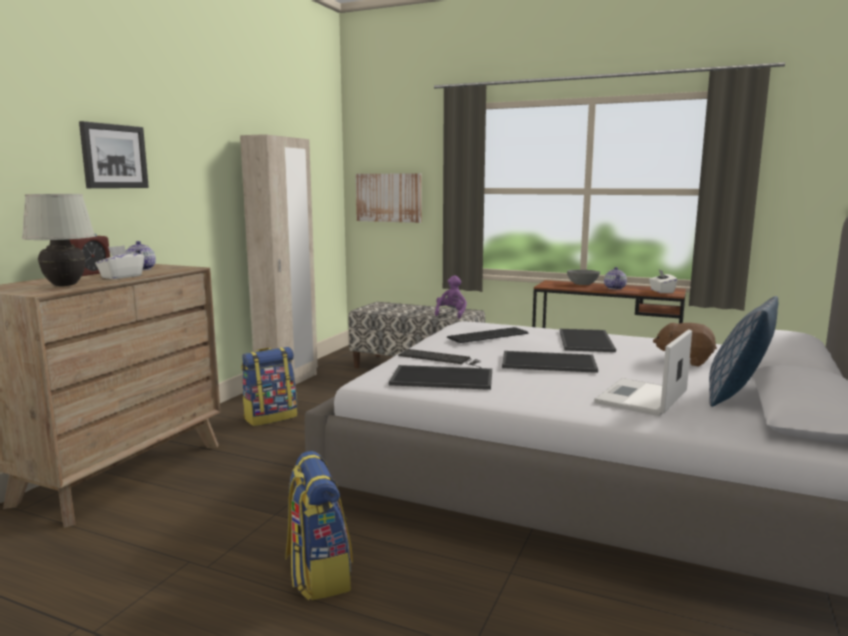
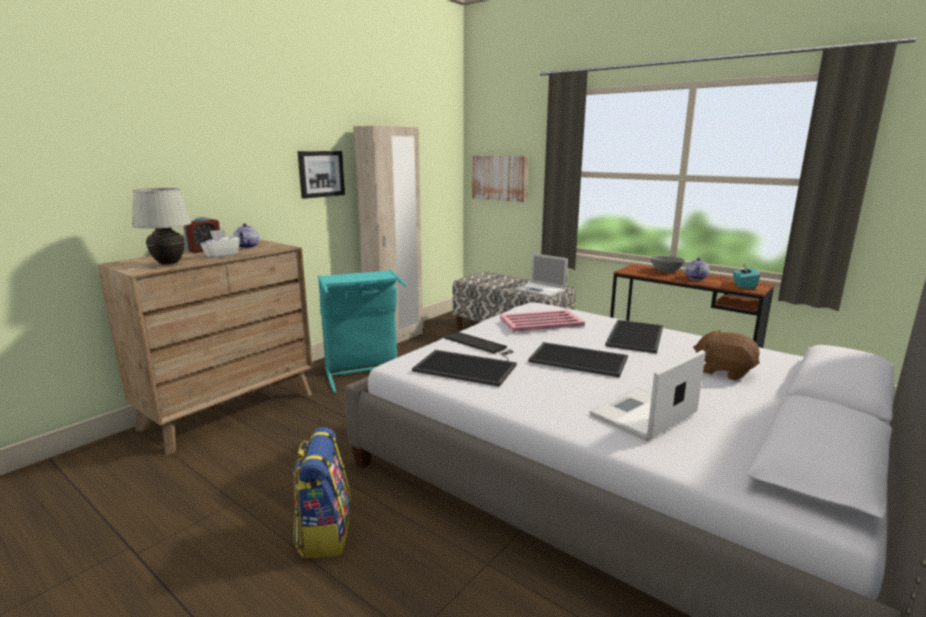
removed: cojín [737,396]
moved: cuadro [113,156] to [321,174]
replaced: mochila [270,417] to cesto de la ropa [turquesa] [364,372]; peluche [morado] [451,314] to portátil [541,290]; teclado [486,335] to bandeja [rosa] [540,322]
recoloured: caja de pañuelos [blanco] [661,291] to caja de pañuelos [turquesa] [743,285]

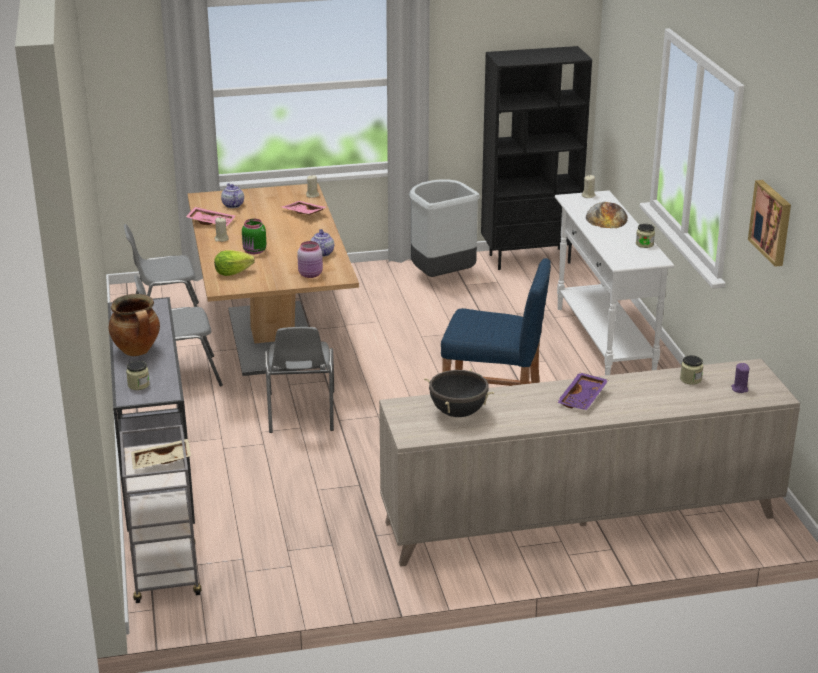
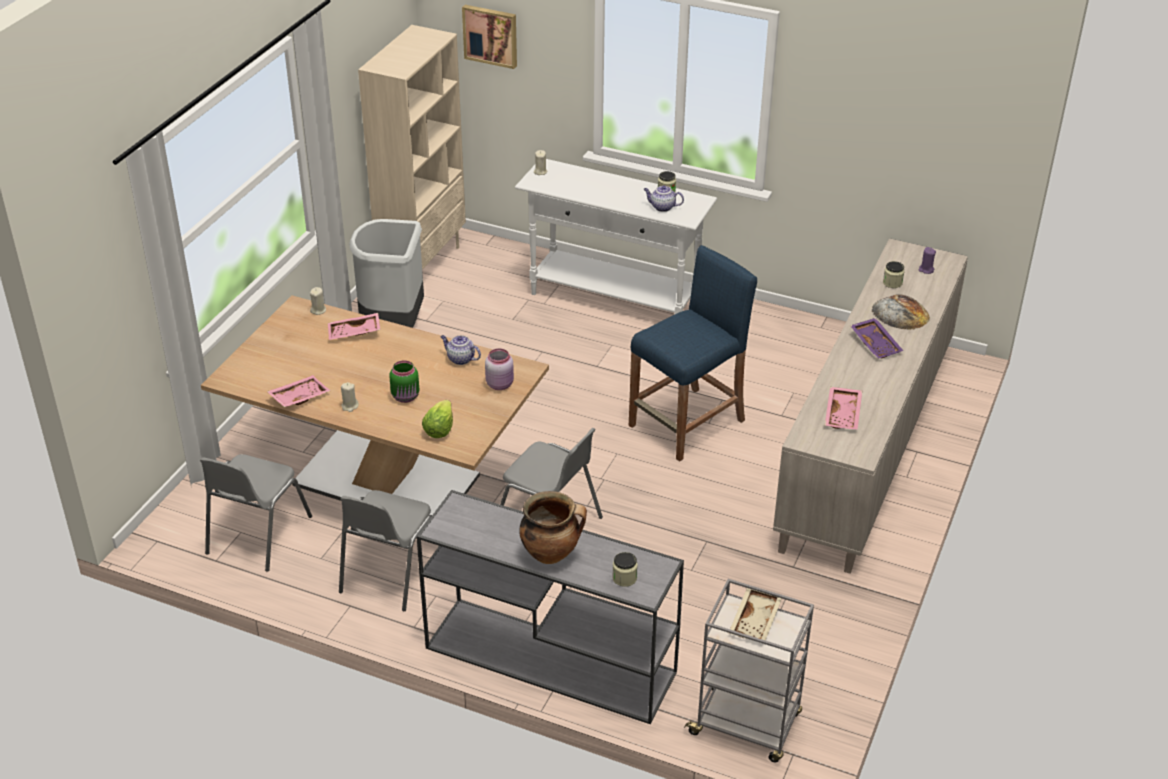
moved: tetera [232,205] to [662,207]; pan [607,218] to [900,314]; cuadro [772,222] to [491,35]
replaced: olla [negro] [458,413] to bandeja [rosa] [843,414]
recoloured: estantería [negro] [530,258] to estantería [beis] [422,263]

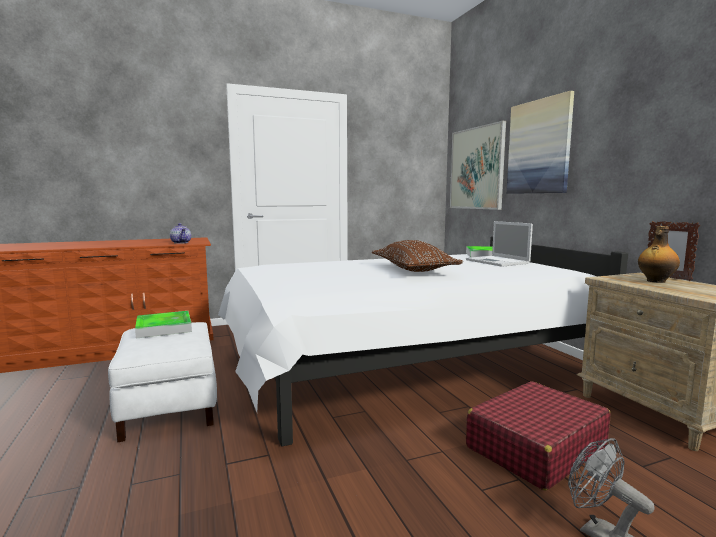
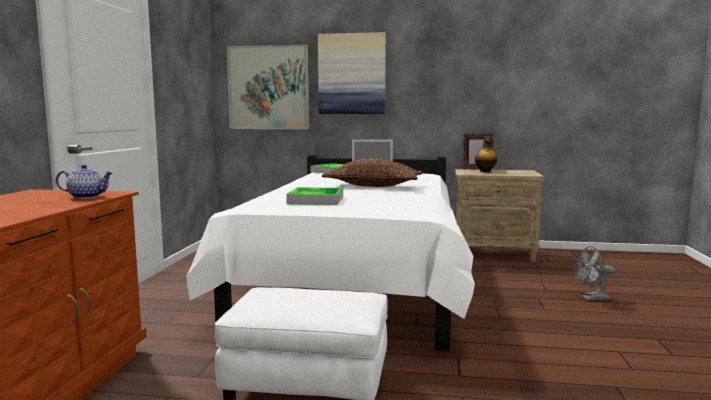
removed: maleta [rojo] [535,447]
moved: bandeja [164,328] to [316,200]

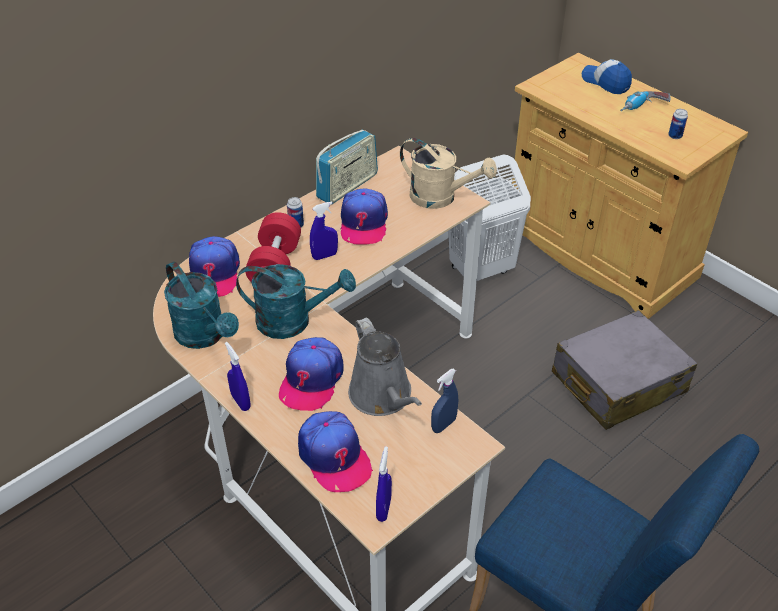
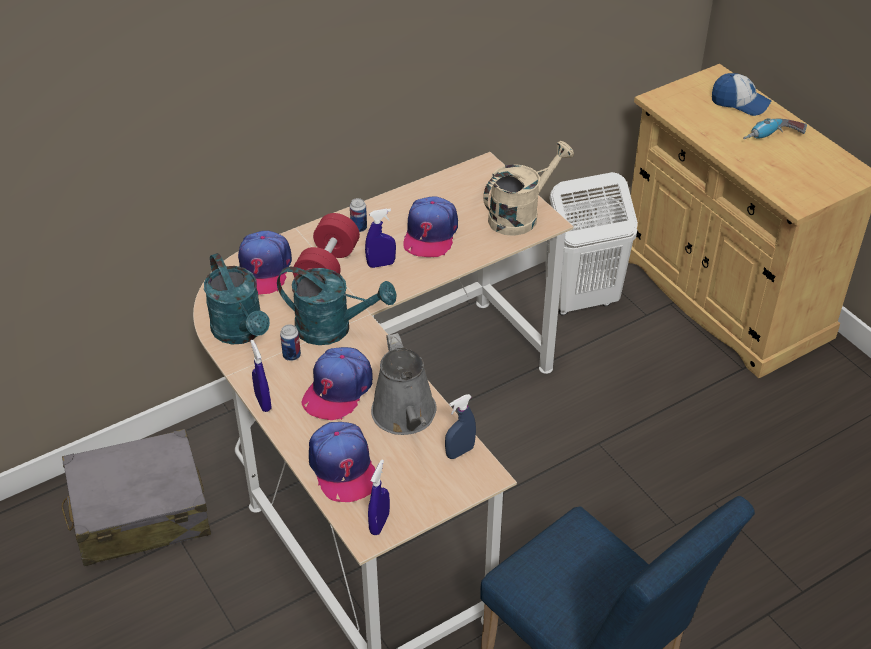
removed: radio [347,186]
moved: maleta [gris] [618,383] to [139,512]; lata [675,136] to [291,355]
turned: regadera [beis] [441,197] = [520,215] 75 degrees counterclockwise; gorra [605,82] = [740,103] 150 degrees clockwise

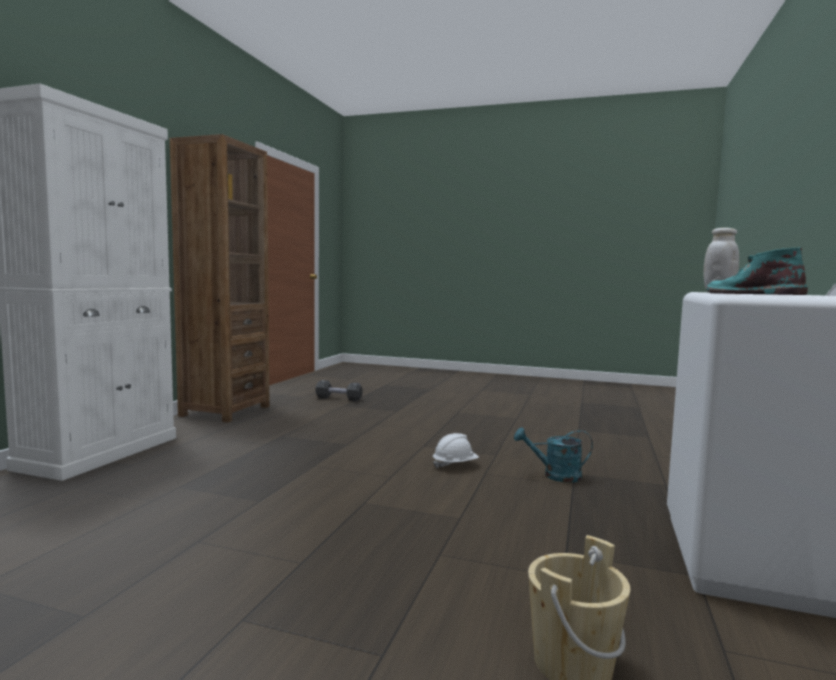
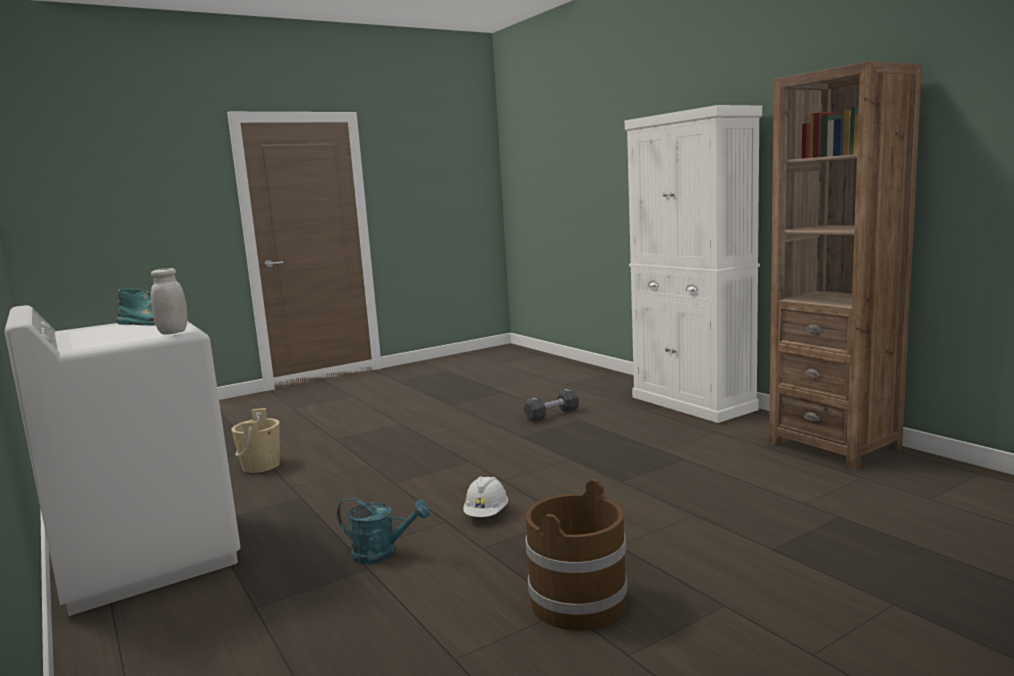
added: cubo [marrón] [578,601]
moved: mancuerna [negro] [338,398] to [552,415]
turned: regadera [turquesa] [555,476] = [382,554] 60 degrees clockwise

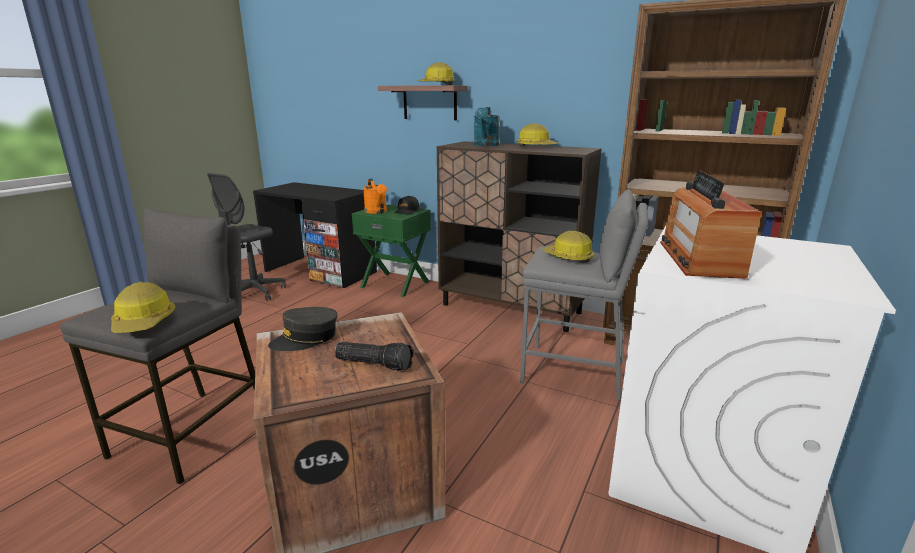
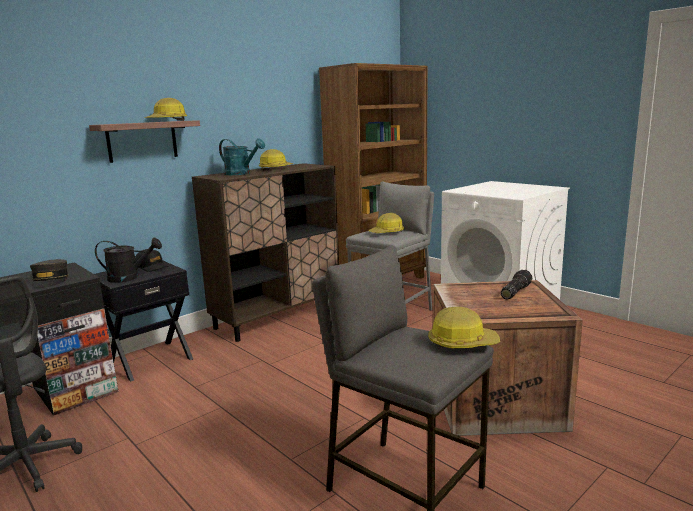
removed: radio [699,258]
moved: gorra [gris] [305,339] to [50,281]
recoloured: mesita de noche [verde] [395,284] to mesita de noche [negro] [150,359]; regadera [naranja] [377,212] to regadera [negro] [129,277]

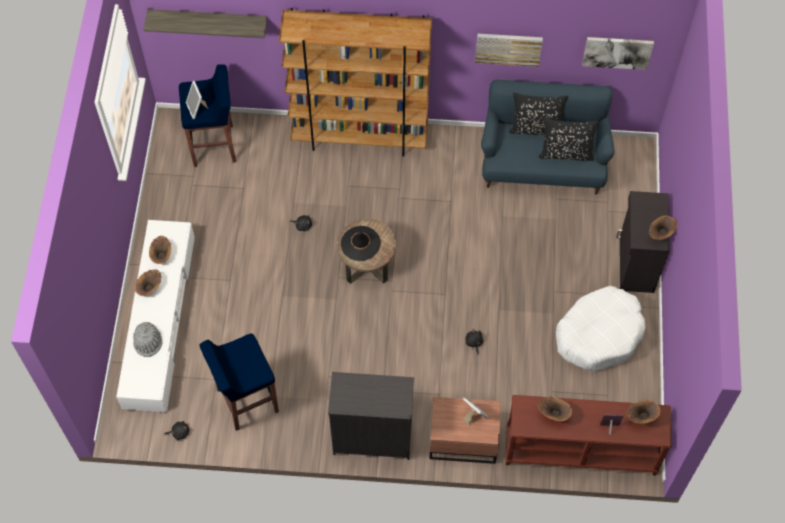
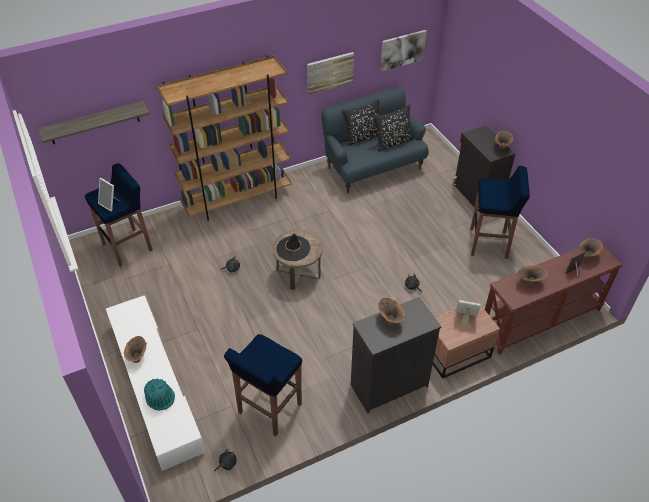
moved: florero [marrón] [162,256] to [390,319]
replaced: cama para perro [blanco] [599,334] to taburete [azul] [489,243]
recoloured: sombrero [gris] [148,342] to sombrero [turquesa] [160,397]

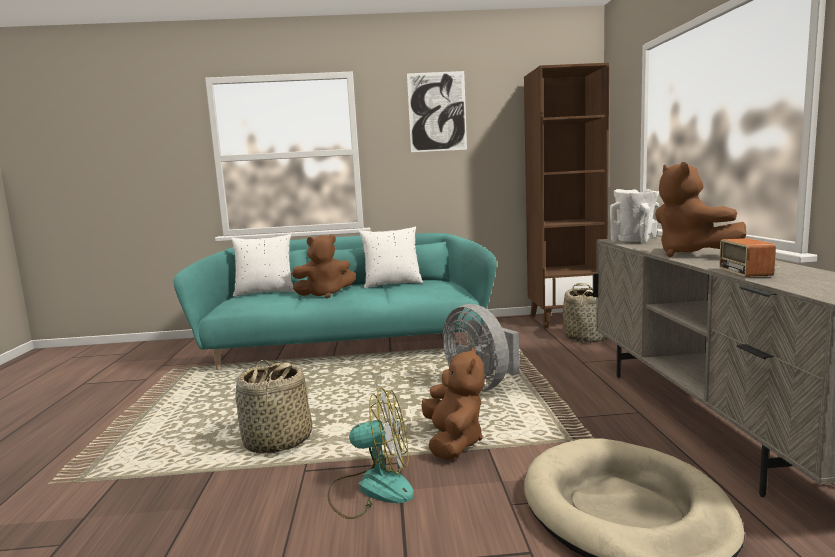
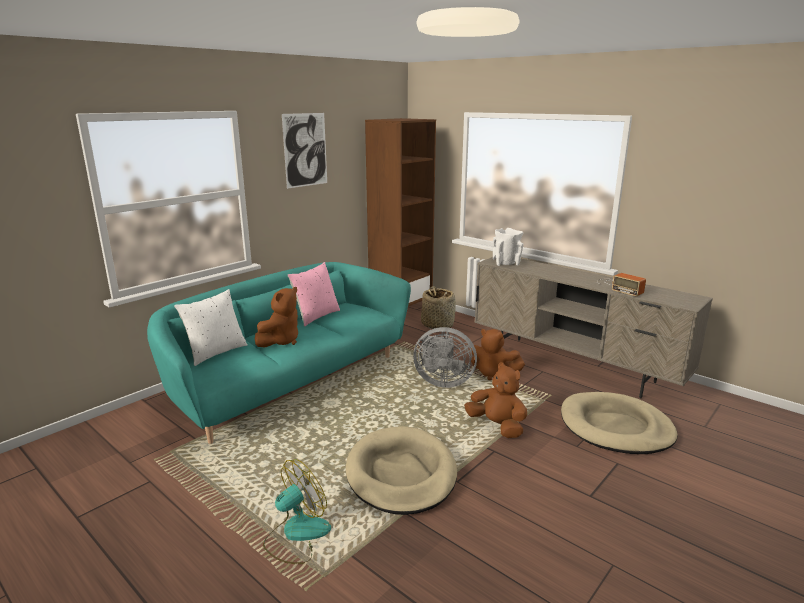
moved: ventilador [372,489] to [296,535]; peluche [marrón] [690,254] to [493,373]
replaced: cesta [277,441] to cama para perro [beis] [401,474]
recoloured: cojín [blanco] [392,284] to cojín [rosa] [316,316]

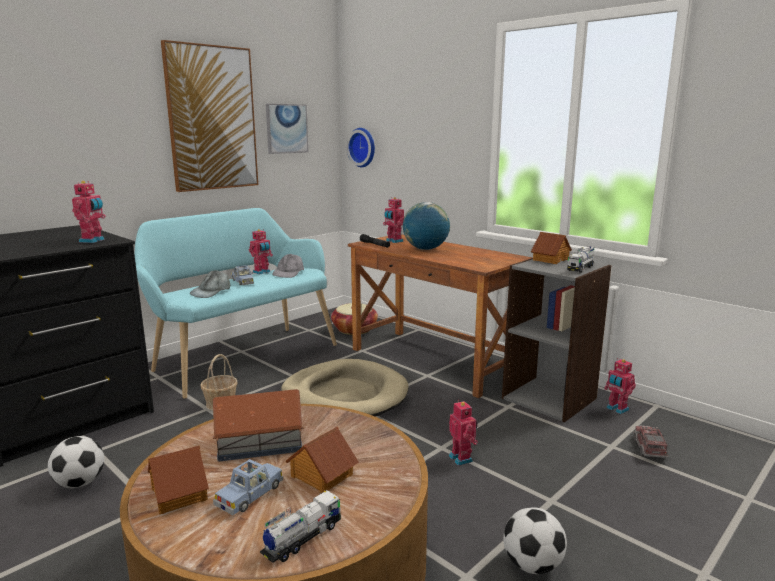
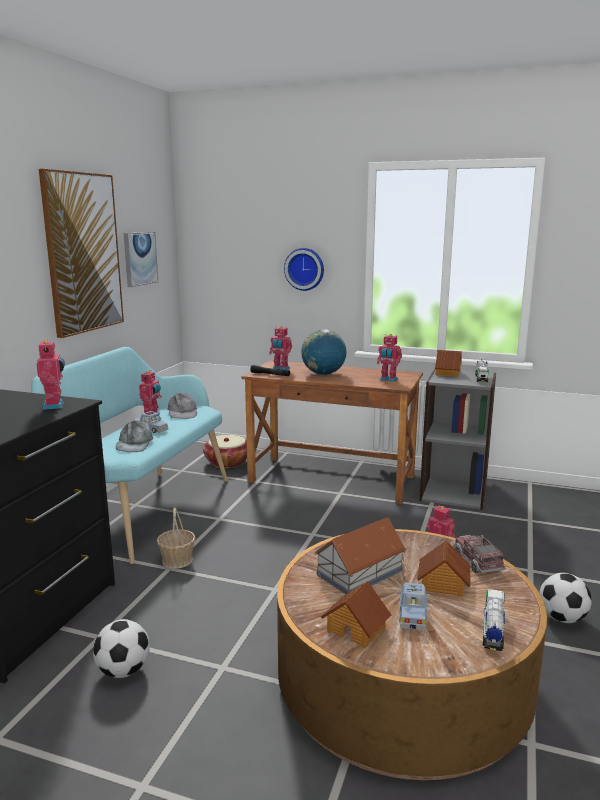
removed: cama para perro [beis] [345,395]
moved: reloj de pared [363,147] to [305,269]; robot de juguete [616,409] to [388,380]; camión de juguete [649,448] to [477,562]

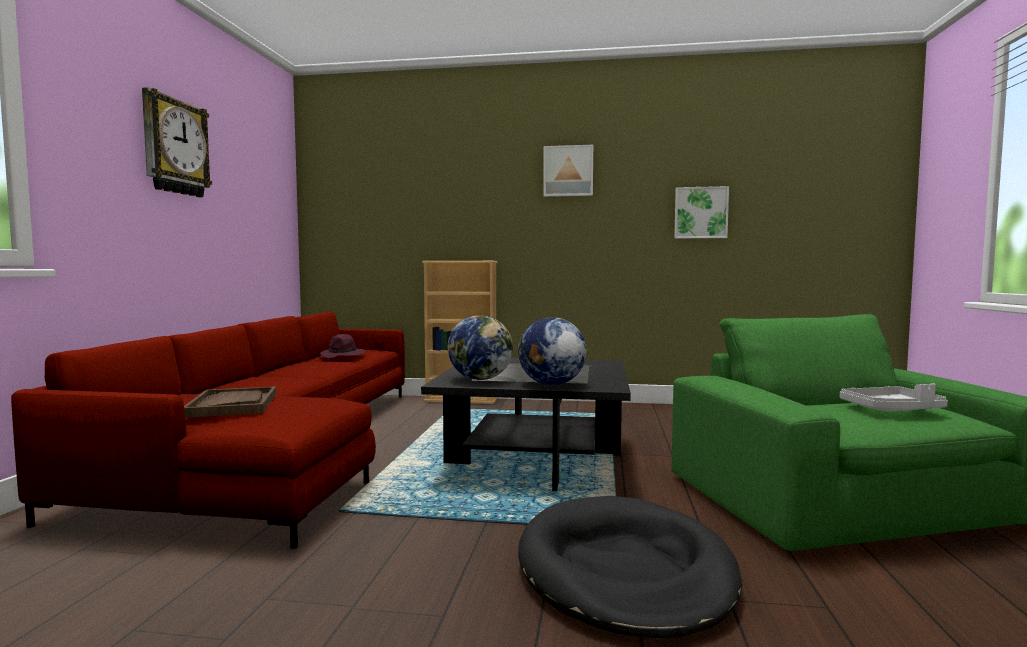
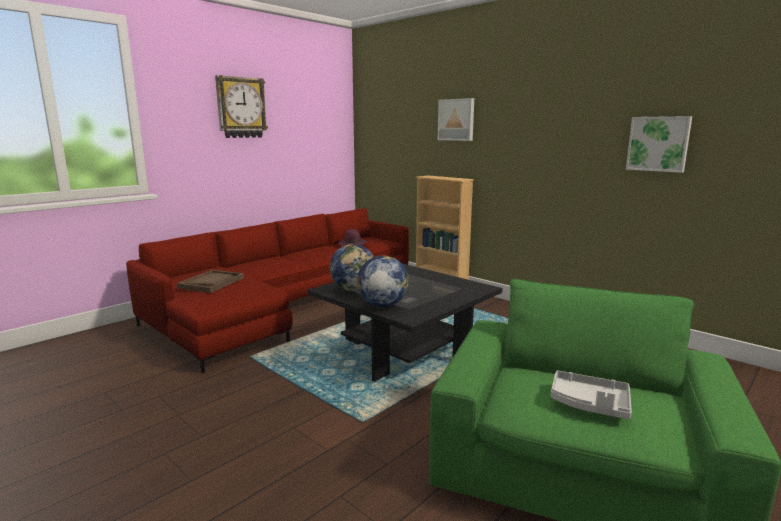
removed: cama para perro [negro] [624,571]
moved: cuadro [568,171] to [456,119]

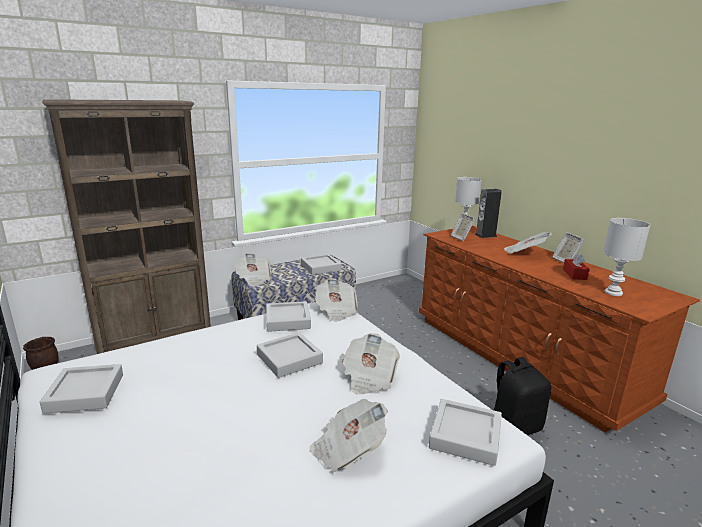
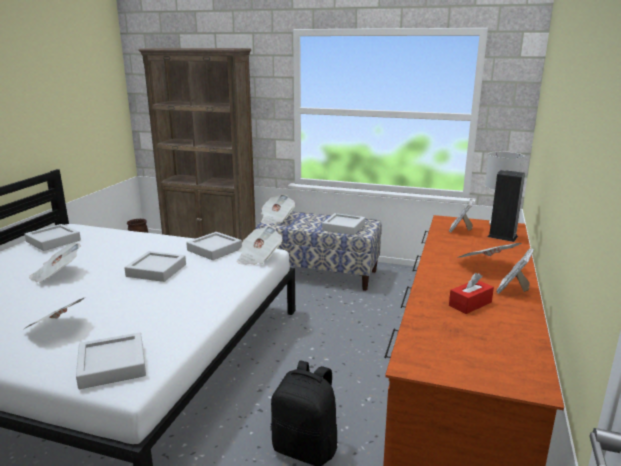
removed: lámpara de mesa [blanco] [614,293]
moved: periódico [369,378] to [56,275]

